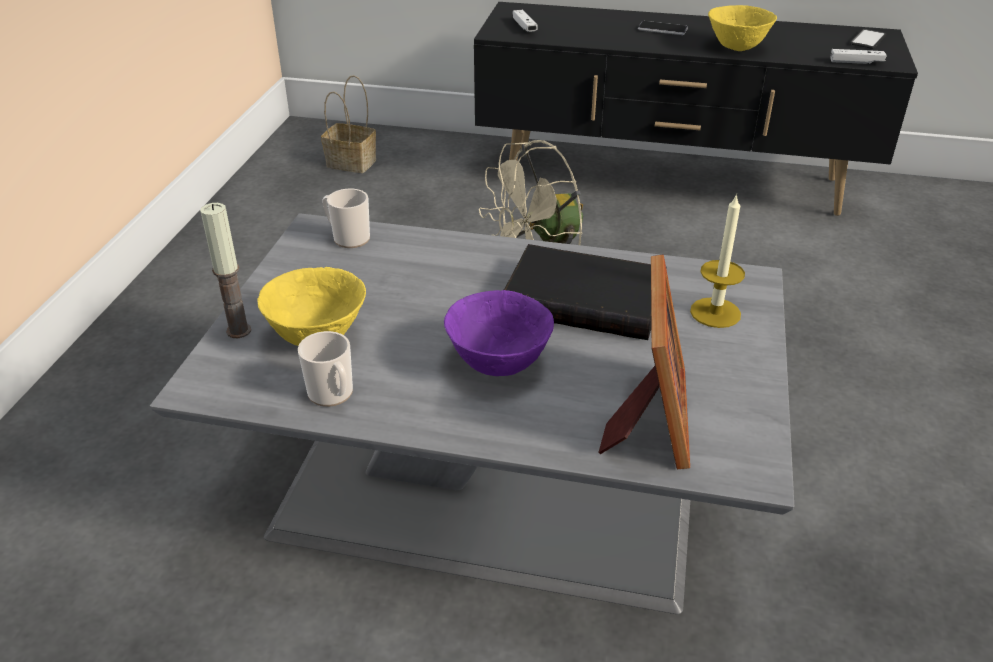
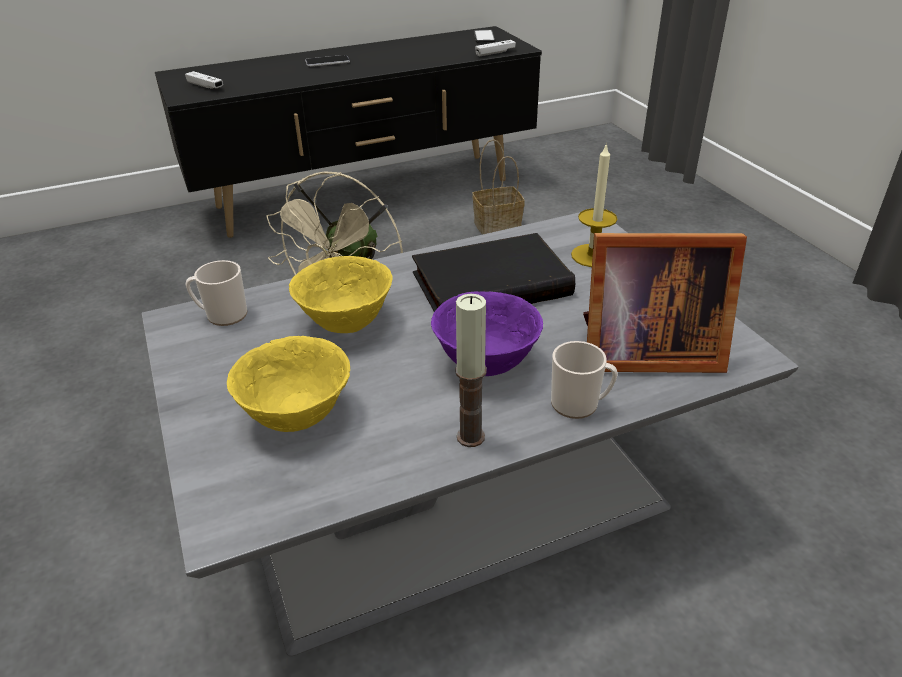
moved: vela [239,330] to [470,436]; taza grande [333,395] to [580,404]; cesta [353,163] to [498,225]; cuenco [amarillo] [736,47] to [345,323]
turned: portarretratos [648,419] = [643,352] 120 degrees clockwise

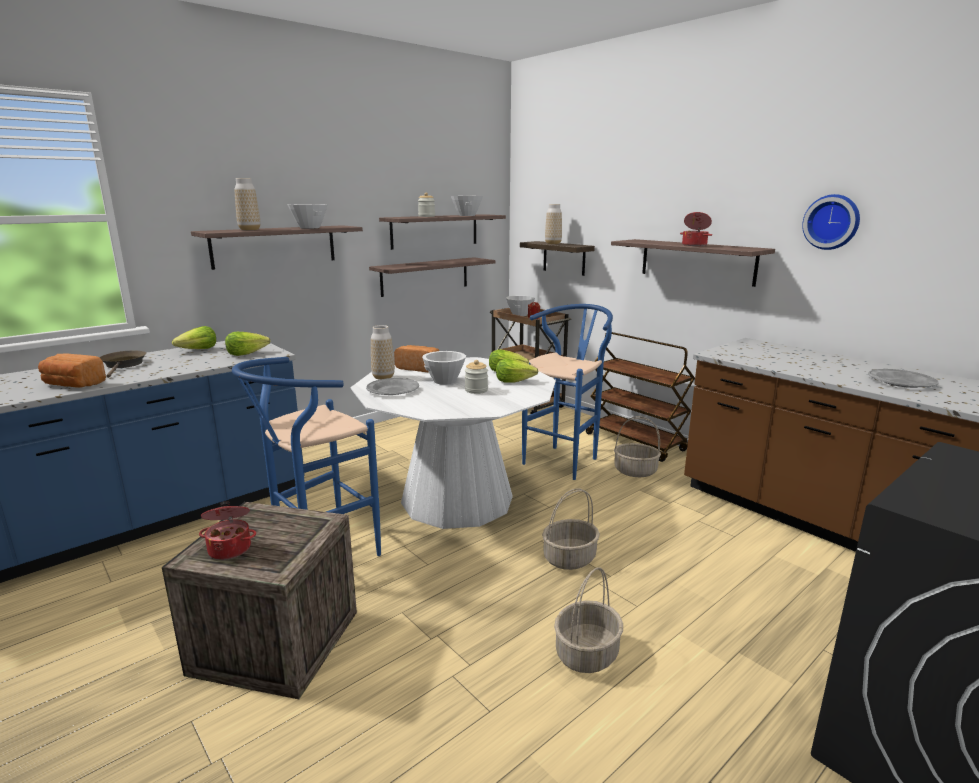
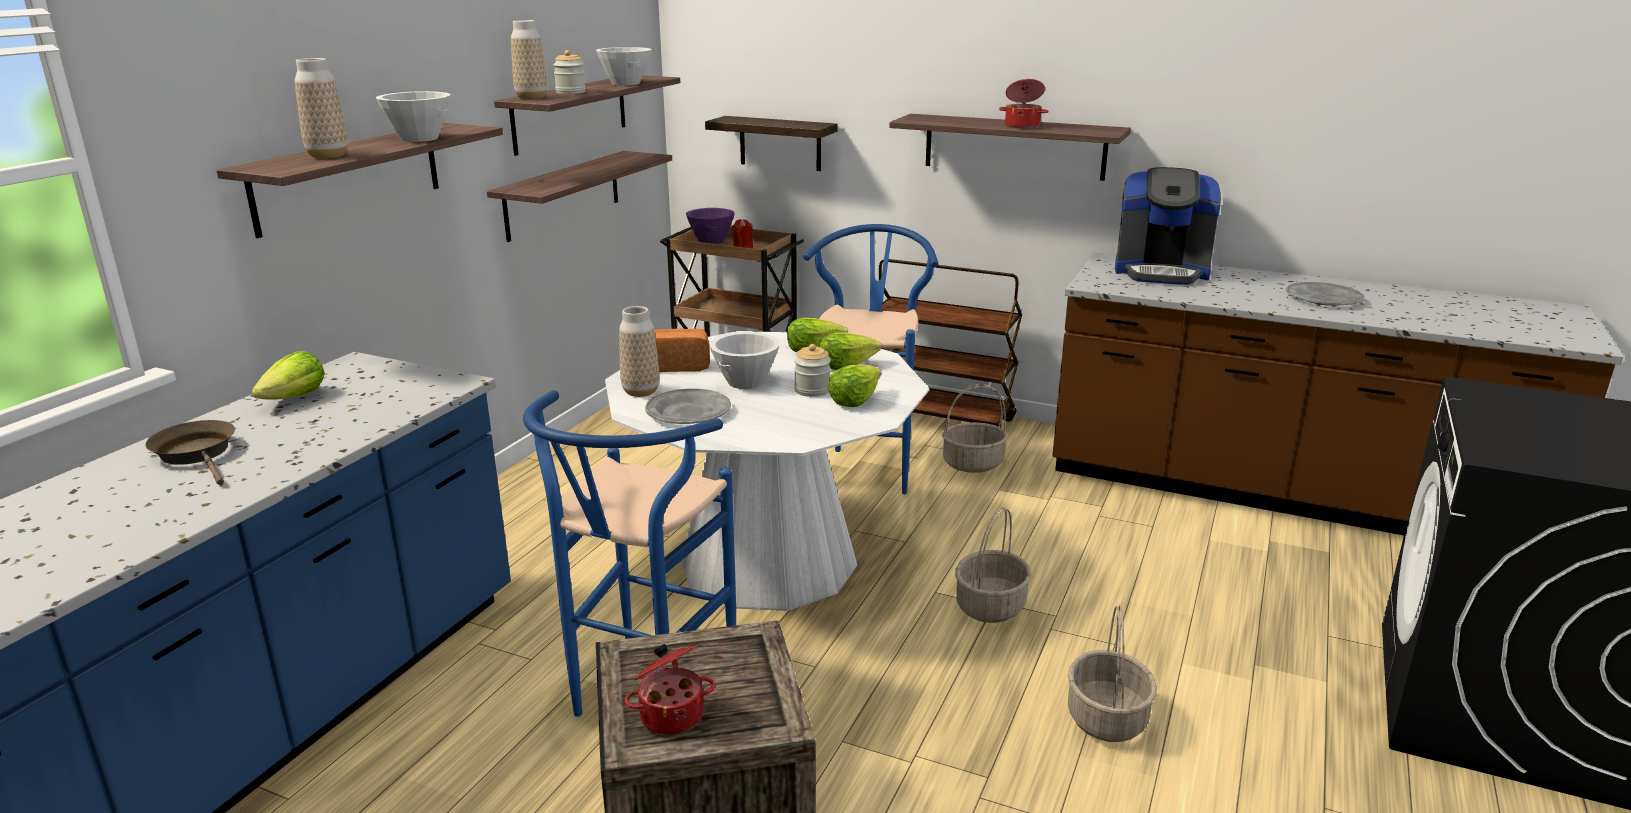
removed: pan [73,385]; reloj de pared [832,222]
added: cafetera [1161,271]
moved: lechuga [247,353] to [854,400]; florero [553,243] to [531,97]
recoloured: cuenco [blanco] [519,315] to cuenco [morado] [710,241]

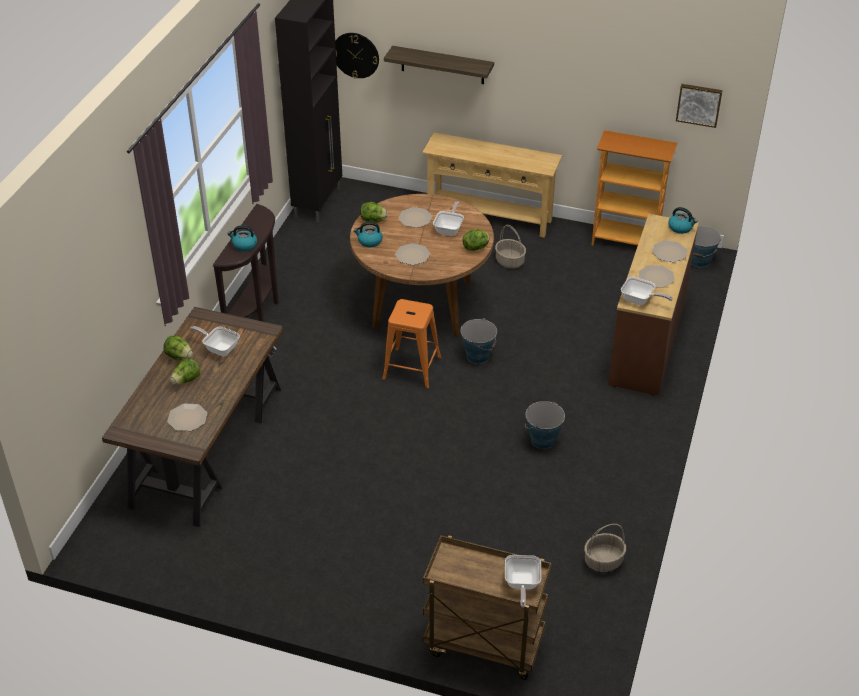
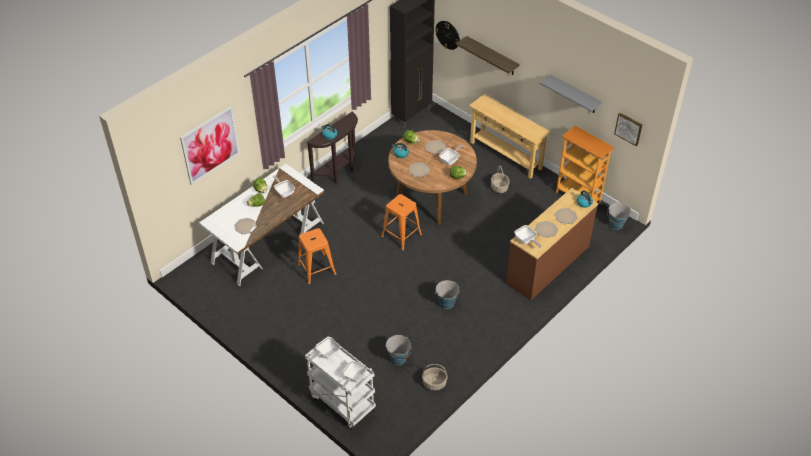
added: cuadro [210,145]; taburete [naranja] [316,269]; sartén [326,354]; estante [gris] [574,94]
moved: cubo [478,356] to [398,358]
recoloured: escritorio [marrón] [206,446] to escritorio [blanco] [267,242]; carrito [marrón] [483,645] to carrito [blanco] [341,403]

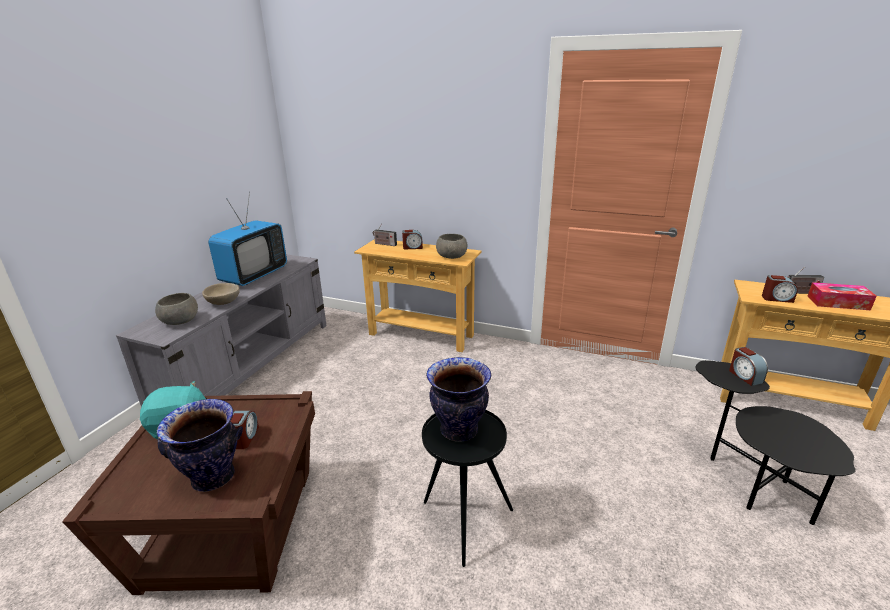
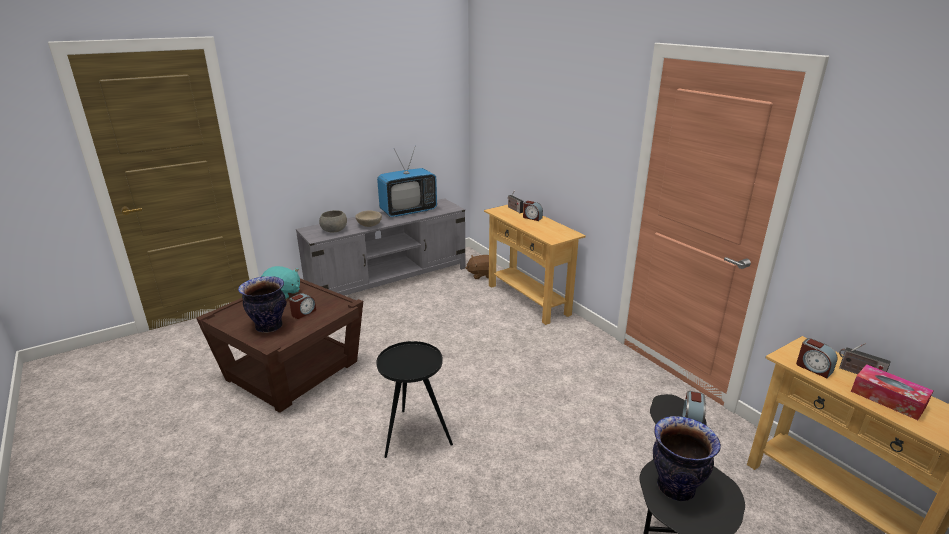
removed: cuenco [gris] [452,256]
added: peluche [marrón] [481,275]
moved: florero [460,430] to [676,488]

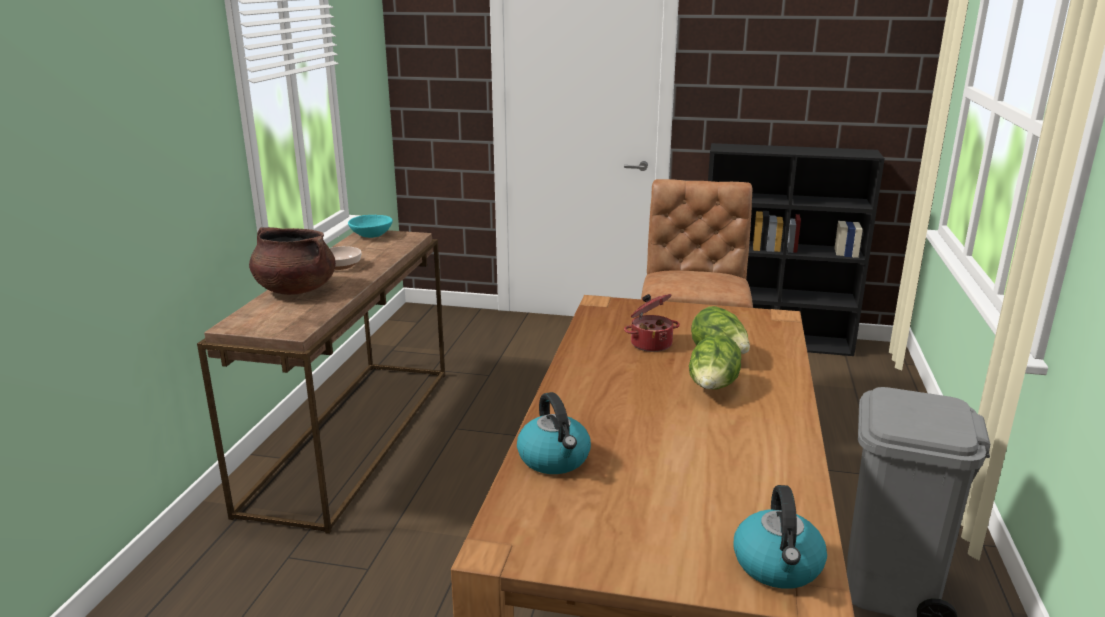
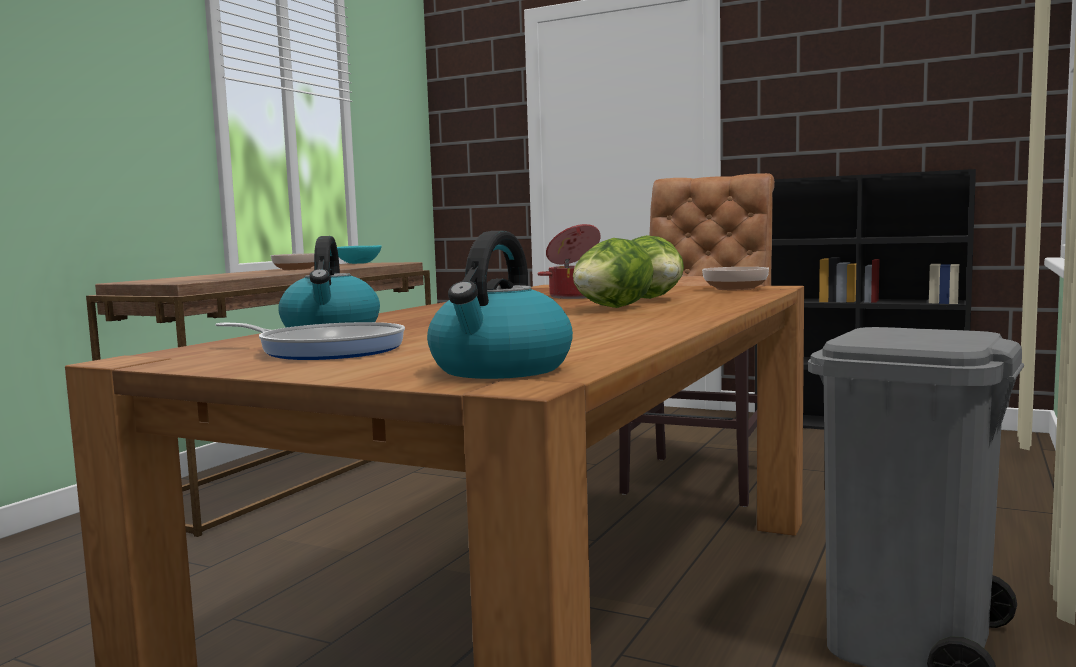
removed: olla [marrón] [295,290]
added: sartén [326,350]; cuenco [734,288]

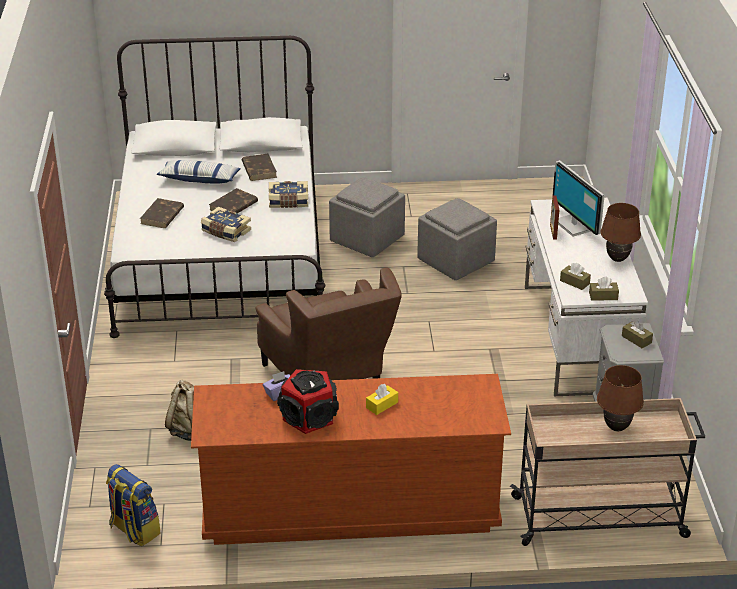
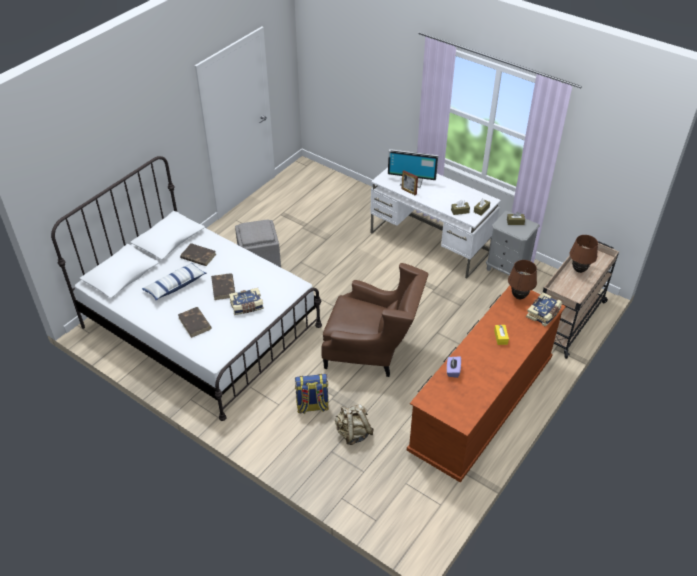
removed: altavoz [309,417]; puf [gris] [455,261]
moved: mochila [134,530] to [312,406]; libro [288,202] to [543,314]; lámpara de mesa [marrón] [617,259] to [519,296]

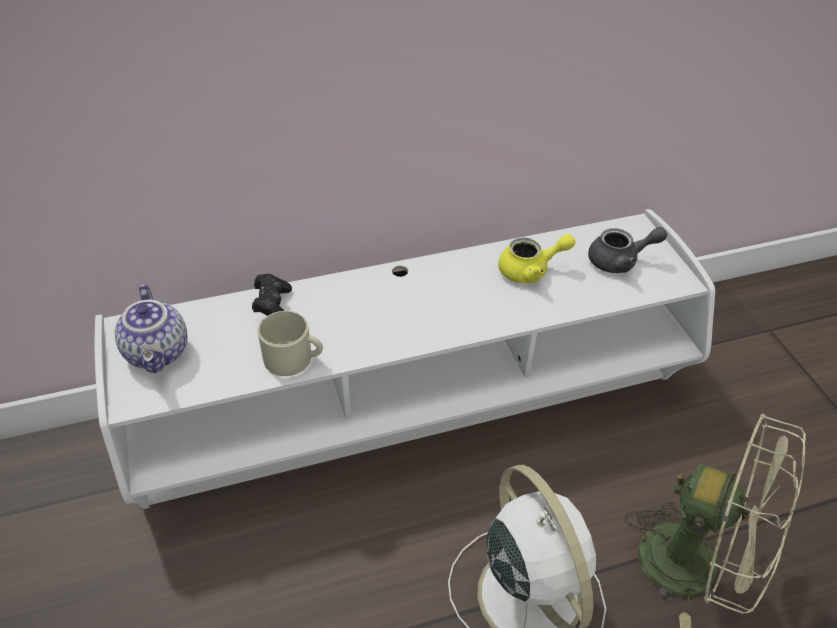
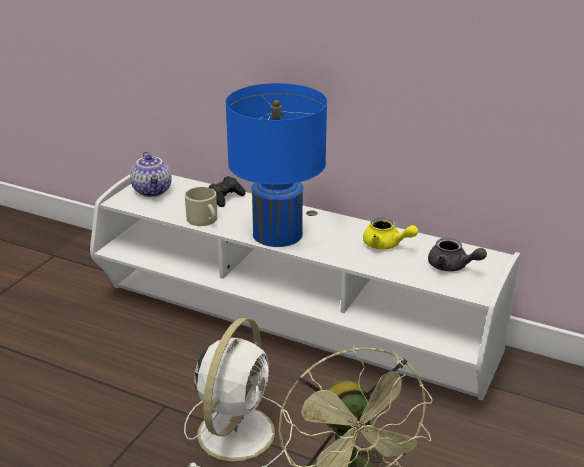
added: lámpara de mesa [azul] [277,234]
turned: tetera [159,352] = [153,191] 45 degrees counterclockwise

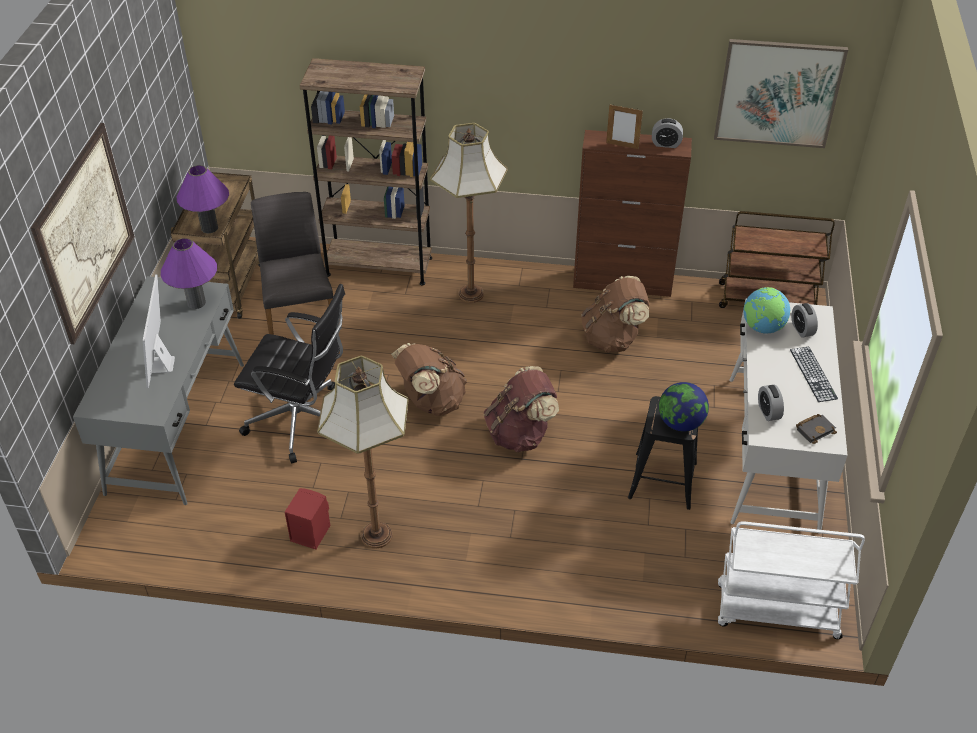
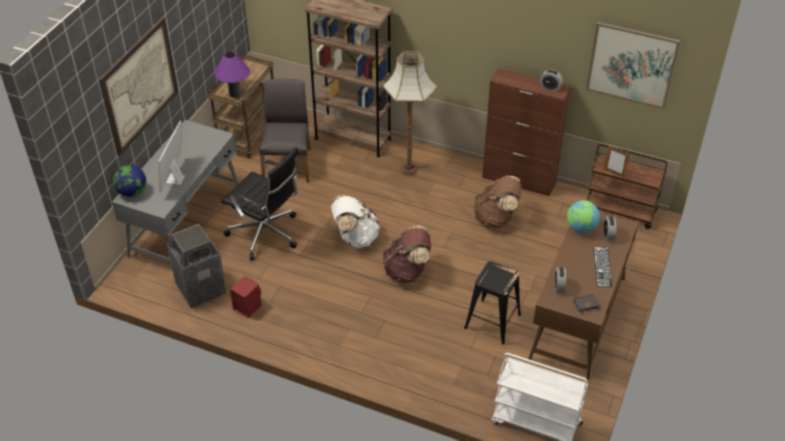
removed: lámpara de mesa [morado] [196,303]; lámpara de pie [376,536]
added: papelera [200,288]
moved: portarretratos [622,145] to [614,173]; globo terráqueo [680,423] to [132,192]
recoloured: mochila [marrón] [431,401] to mochila [blanco] [355,237]; escritorio [blanco] [772,452] to escritorio [marrón] [577,318]

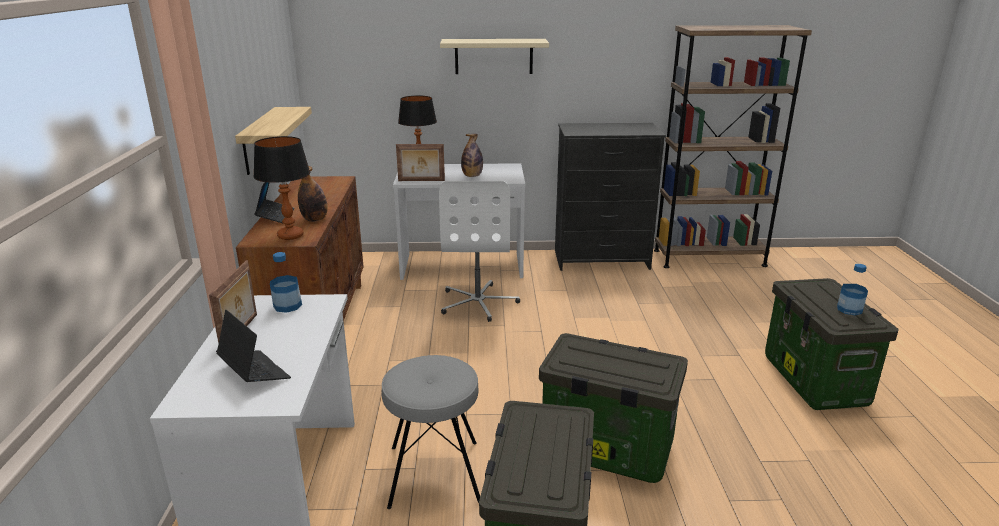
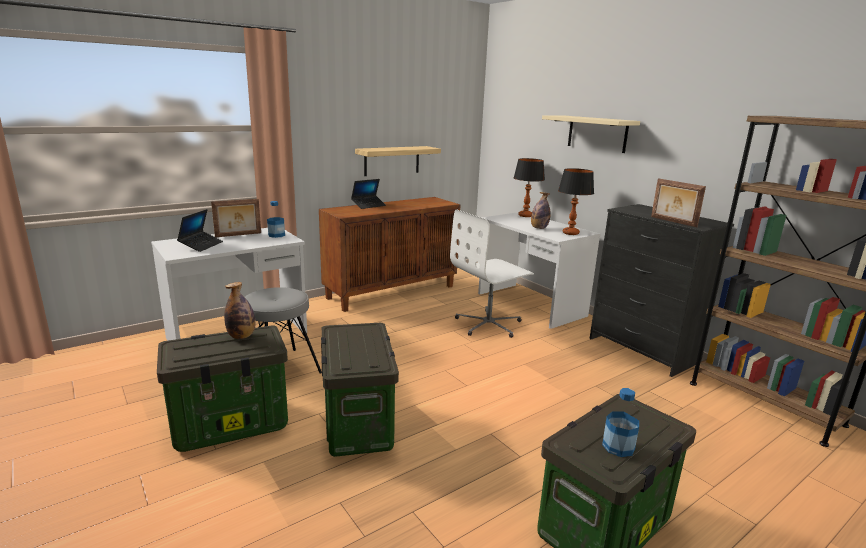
moved: lámpara de mesa [291,236] to [571,233]; botella [315,219] to [242,336]; portarretratos [421,181] to [672,222]

